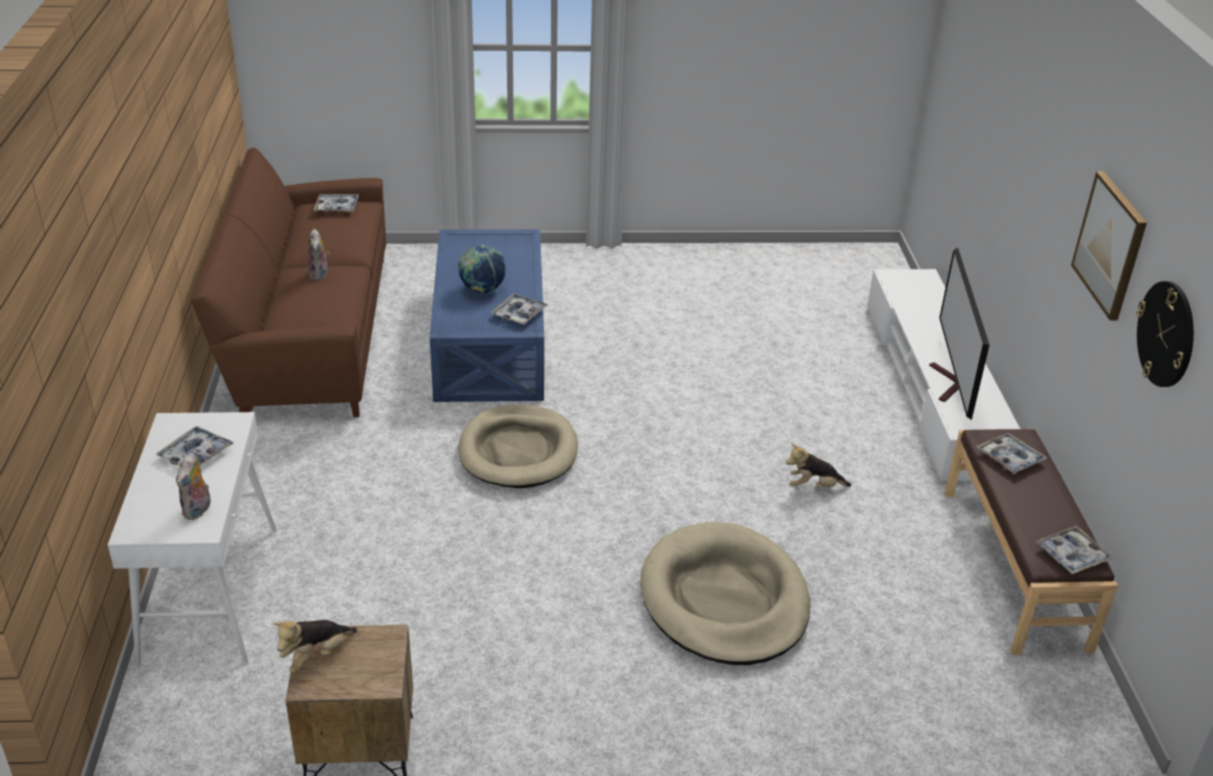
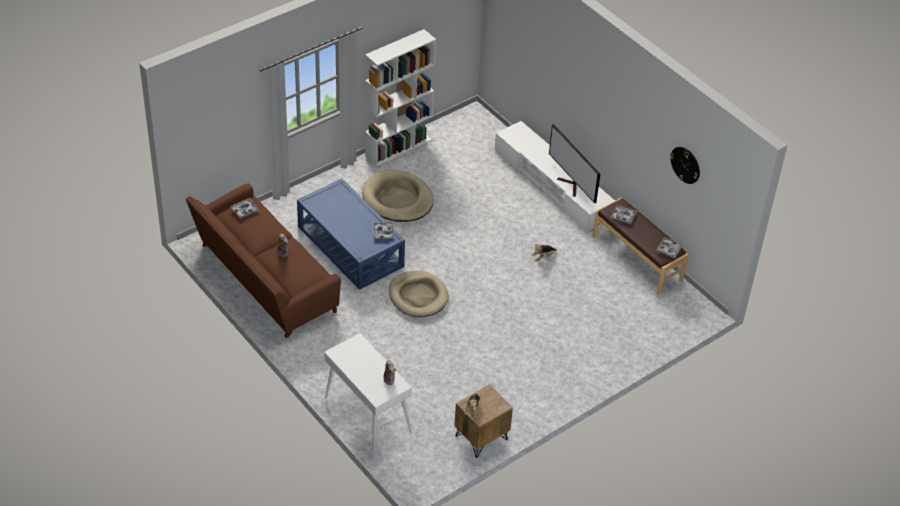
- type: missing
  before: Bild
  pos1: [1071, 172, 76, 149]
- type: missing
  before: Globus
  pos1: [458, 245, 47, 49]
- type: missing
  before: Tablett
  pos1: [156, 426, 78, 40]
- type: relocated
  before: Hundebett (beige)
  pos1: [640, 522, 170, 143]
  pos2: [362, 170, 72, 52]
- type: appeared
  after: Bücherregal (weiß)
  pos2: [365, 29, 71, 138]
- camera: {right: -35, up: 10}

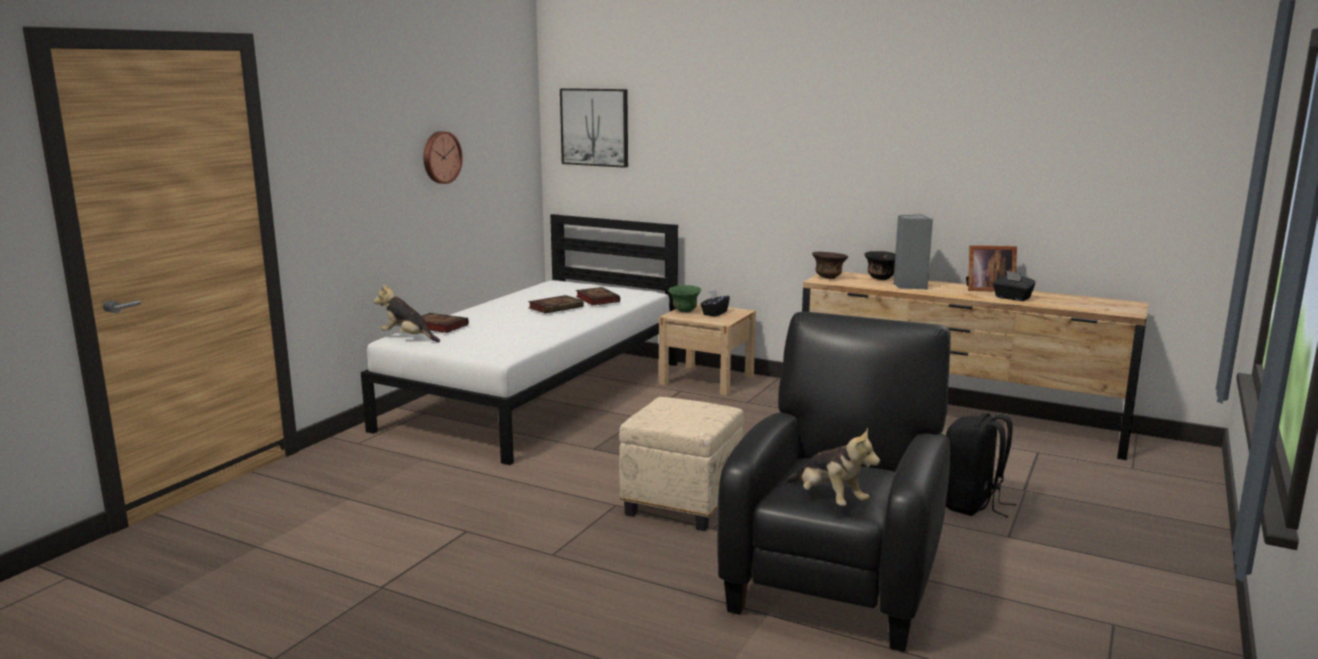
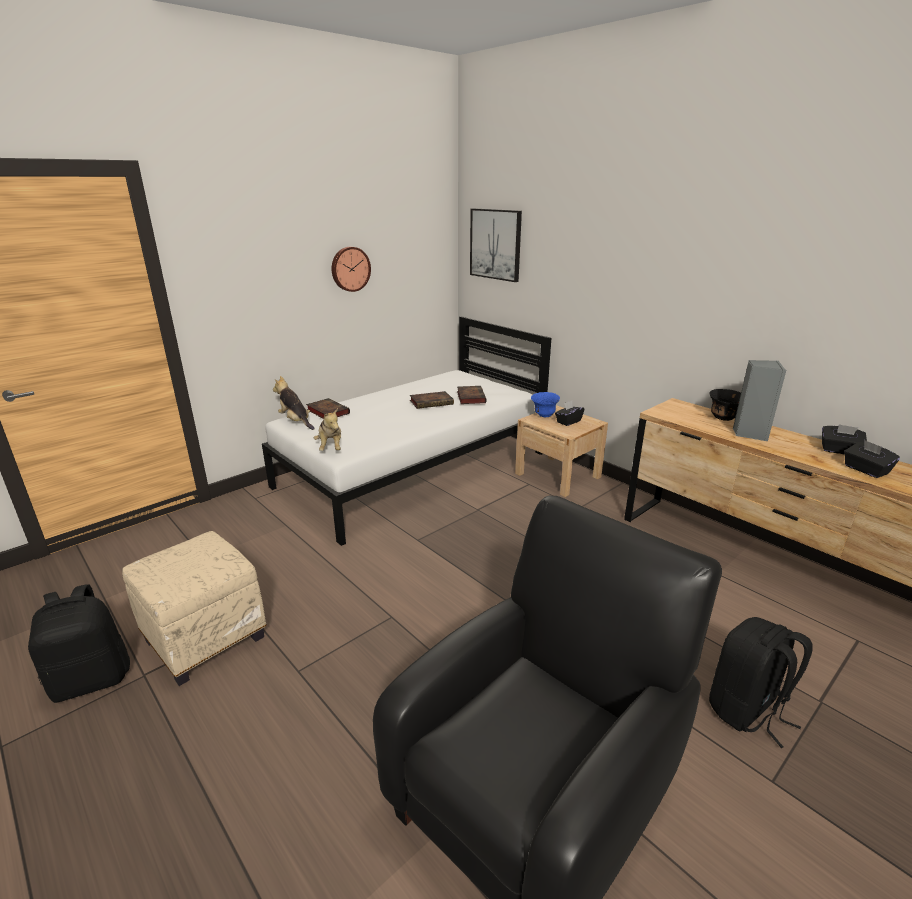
- type: exchanged
  before: Bilderrahmen
  after: Taschentuchbox (schwarz)
  pos1: [966, 245, 51, 47]
  pos2: [822, 424, 45, 30]
- type: missing
  before: Schüssel (braun)
  pos1: [812, 252, 36, 27]
- type: colour
  before: Schüssel (grün)
  after: Schüssel (blau)
  pos1: [668, 285, 33, 27]
  pos2: [531, 392, 29, 25]
- type: relocated
  before: Polsterhocker (beige)
  pos1: [619, 397, 125, 134]
  pos2: [122, 531, 144, 155]
- type: relocated
  before: Plüschtier
  pos1: [786, 428, 94, 78]
  pos2: [314, 408, 27, 43]
- type: appeared
  after: Rucksack (schwarz)
  pos2: [28, 584, 102, 119]
- camera: {right: 20, up: 10}

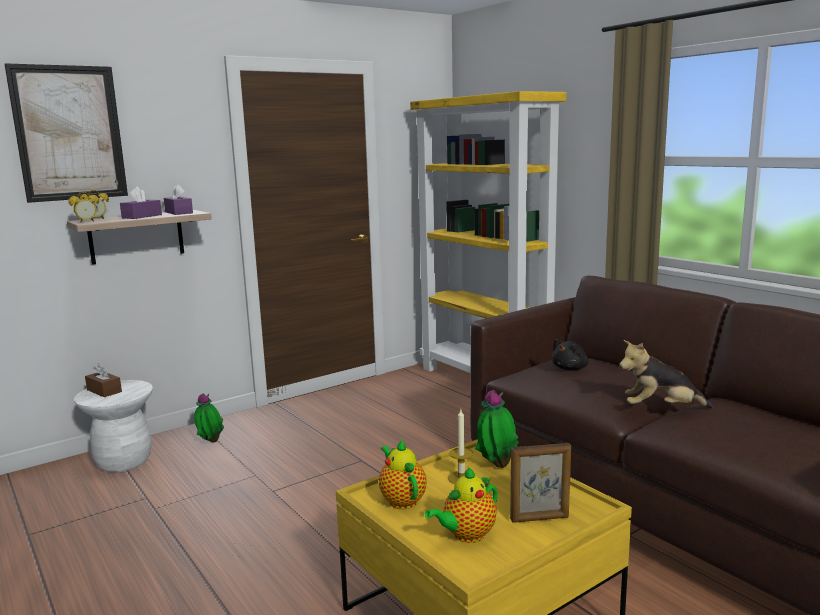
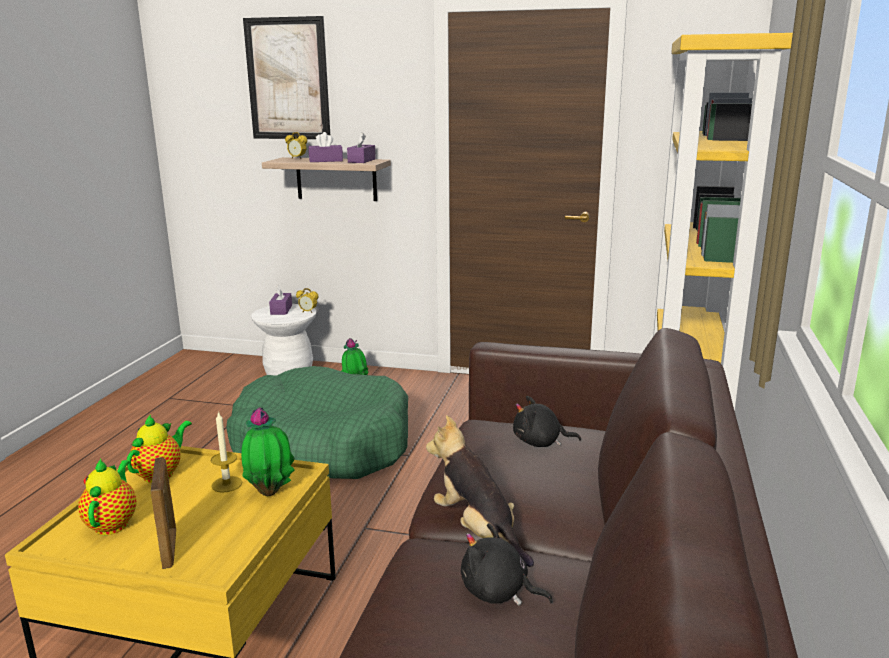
- type: relocated
  before: Wecker
  pos1: [68, 192, 31, 31]
  pos2: [296, 288, 22, 25]
- type: colour
  before: Taschentuchbox (braun)
  after: Taschentuchbox (lila)
  pos1: [85, 363, 37, 34]
  pos2: [269, 285, 23, 30]
- type: spun
  before: Bilderrahmen
  pos1: [510, 443, 61, 80]
  pos2: [150, 457, 26, 112]
  turn: -150
- type: spun
  before: Teekanne
  pos1: [424, 467, 74, 76]
  pos2: [78, 459, 59, 76]
  turn: 75
- type: appeared
  after: Hundebett (grün)
  pos2: [226, 366, 182, 113]
- type: appeared
  after: Plüschtier (schwarz)
  pos2: [461, 523, 92, 83]
- camera: {right: 50, up: 5}

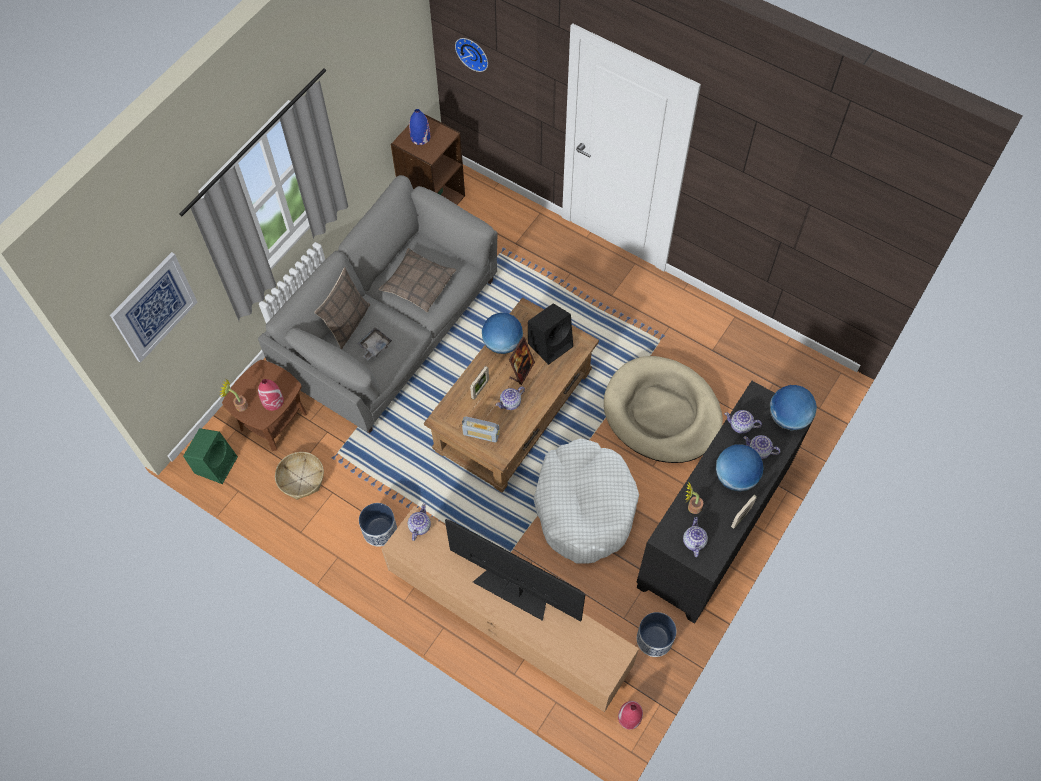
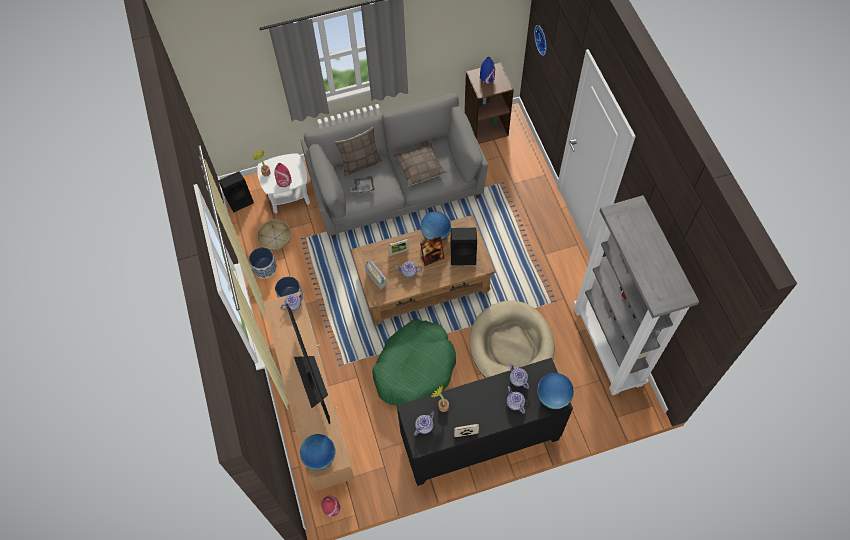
- type: missing
  before: Bild
  pos1: [110, 252, 87, 111]
- type: colour
  before: Beistelltisch (braun)
  after: Beistelltisch (weiß)
  pos1: [222, 360, 85, 91]
  pos2: [257, 153, 53, 61]
- type: colour
  before: Lautsprecher (grün)
  after: Lautsprecher (schwarz)
  pos1: [183, 428, 55, 56]
  pos2: [219, 171, 35, 41]
- type: colour
  before: Hundebett (weiß)
  after: Hundebett (grün)
  pos1: [533, 439, 106, 125]
  pos2: [372, 320, 84, 85]
- type: relocated
  before: Globus
  pos1: [716, 445, 48, 47]
  pos2: [300, 434, 36, 36]
- type: relocated
  before: Pflanzkübel
  pos1: [637, 612, 39, 45]
  pos2: [249, 247, 28, 32]
- type: appeared
  after: Bücherregal (grau)
  pos2: [573, 195, 126, 200]
- camera: {right: 40, up: 0}

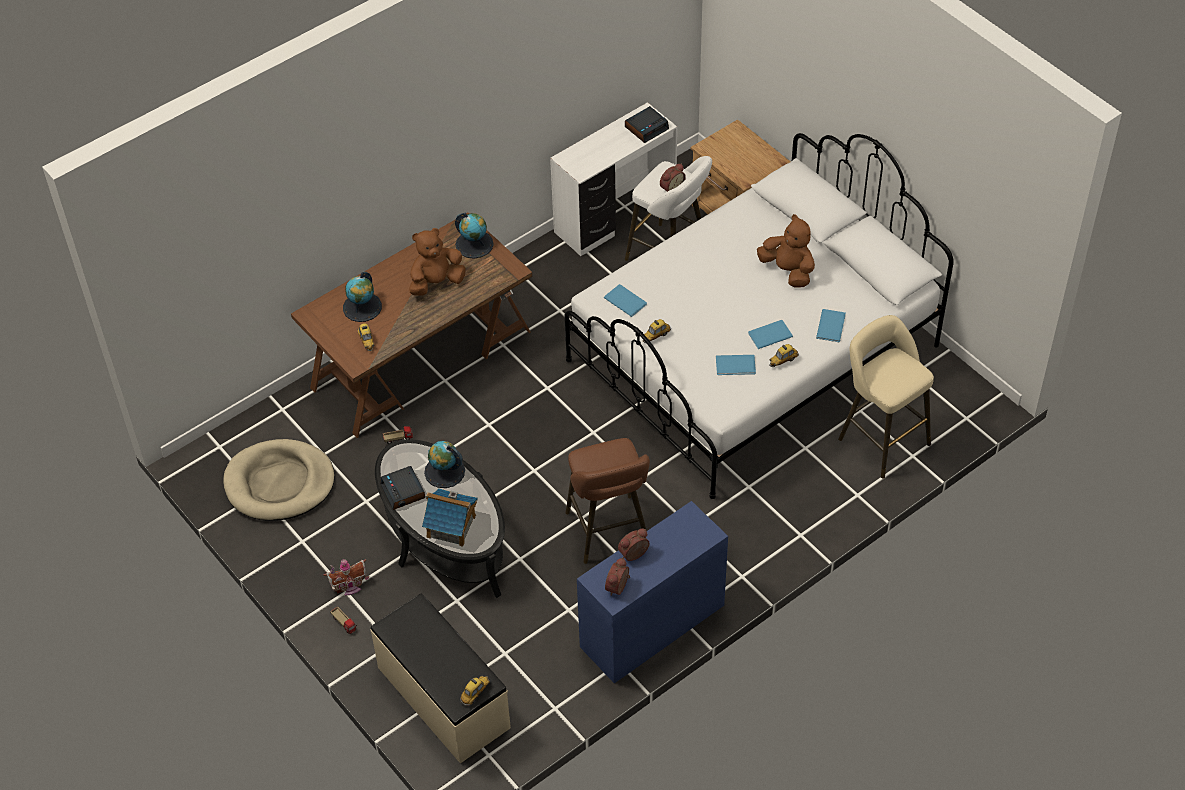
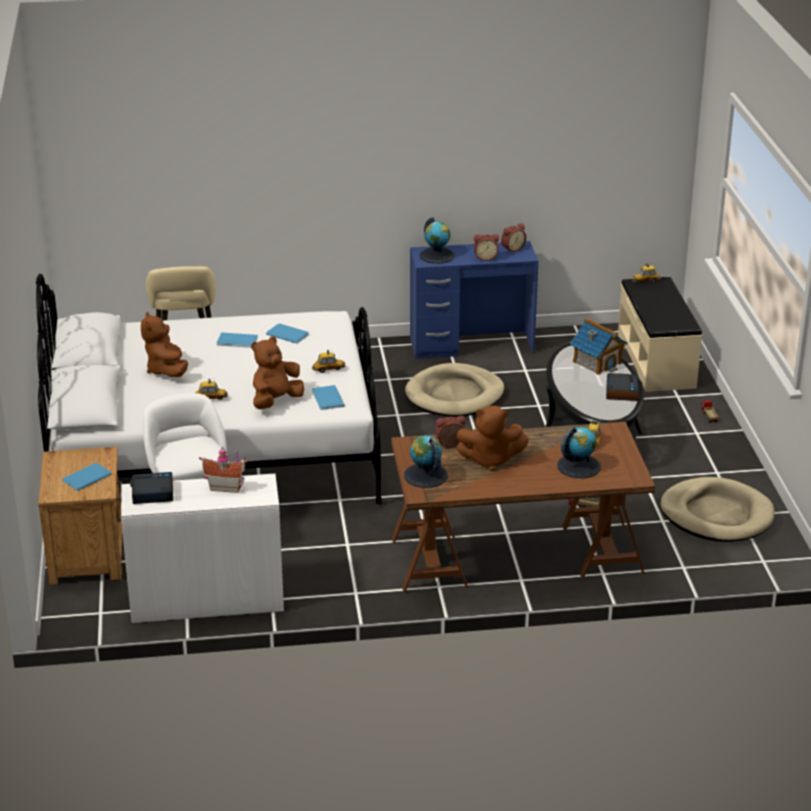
- type: relocated
  before: Wecker
  pos1: [660, 163, 26, 29]
  pos2: [435, 416, 31, 32]
- type: relocated
  before: Buch (blau)
  pos1: [816, 309, 30, 33]
  pos2: [62, 463, 50, 28]
- type: relocated
  before: Spielzeugauto
  pos1: [769, 344, 30, 23]
  pos2: [195, 379, 33, 21]
- type: exchanged
  before: Hocker (braun)
  after: Hundebett (beige)
  pos1: [565, 438, 85, 126]
  pos2: [405, 363, 99, 54]
- type: relocated
  before: Globus
  pos1: [424, 441, 41, 47]
  pos2: [419, 217, 36, 47]
- type: relocated
  before: Spielzeughaus
  pos1: [323, 559, 46, 37]
  pos2: [199, 446, 49, 47]
- type: appeared
  after: Plüschtier (braun)
  pos2: [252, 336, 52, 73]
- camera: {right: -150, up: -20}

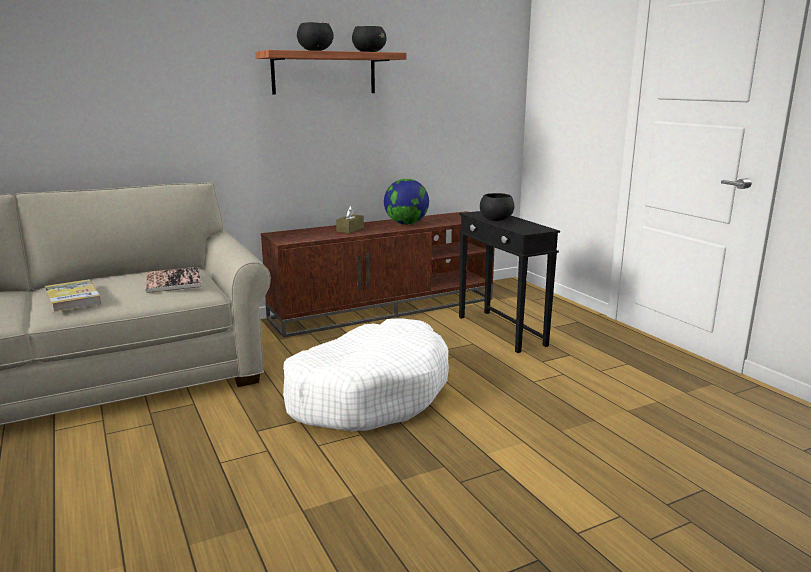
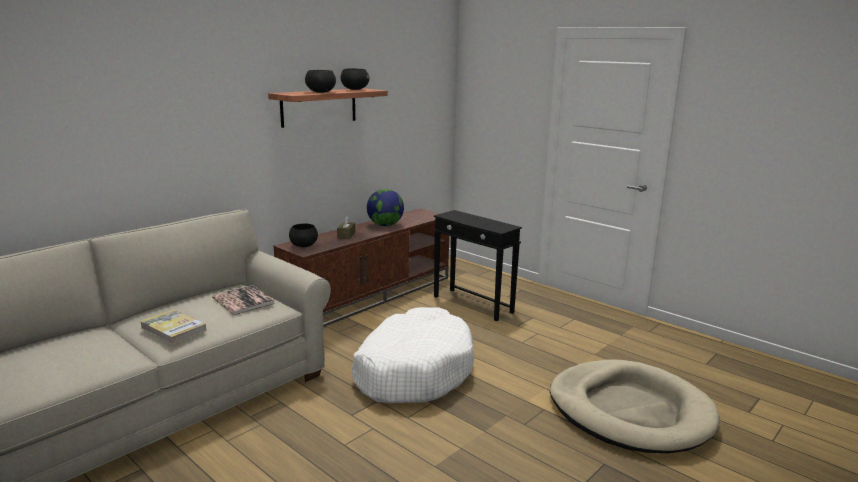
- type: relocated
  before: Schüssel (schwarz)
  pos1: [480, 193, 35, 28]
  pos2: [289, 223, 29, 24]
- type: appeared
  after: Hundebett (beige)
  pos2: [550, 359, 169, 94]
- camera: {right: -20, up: 0}

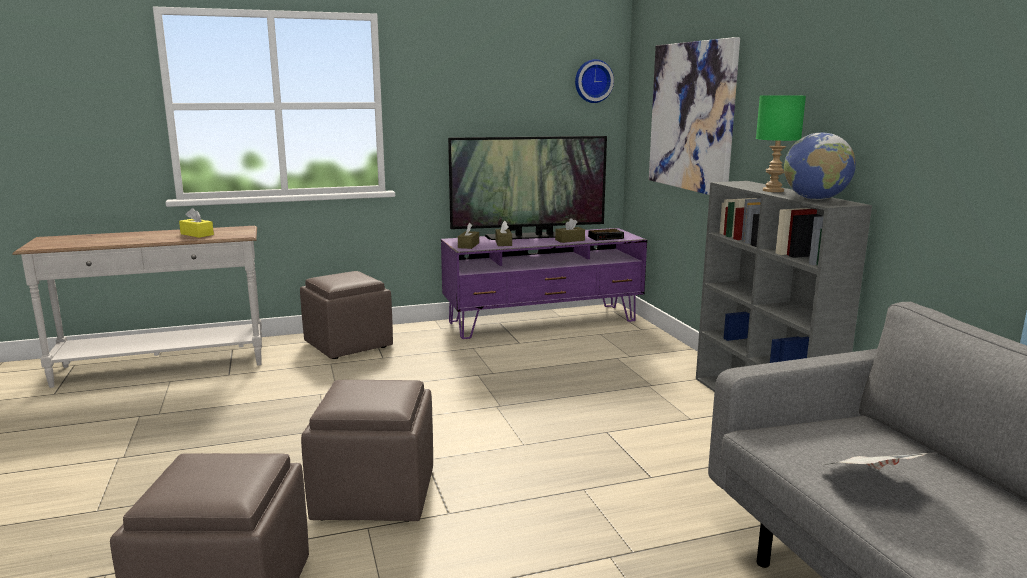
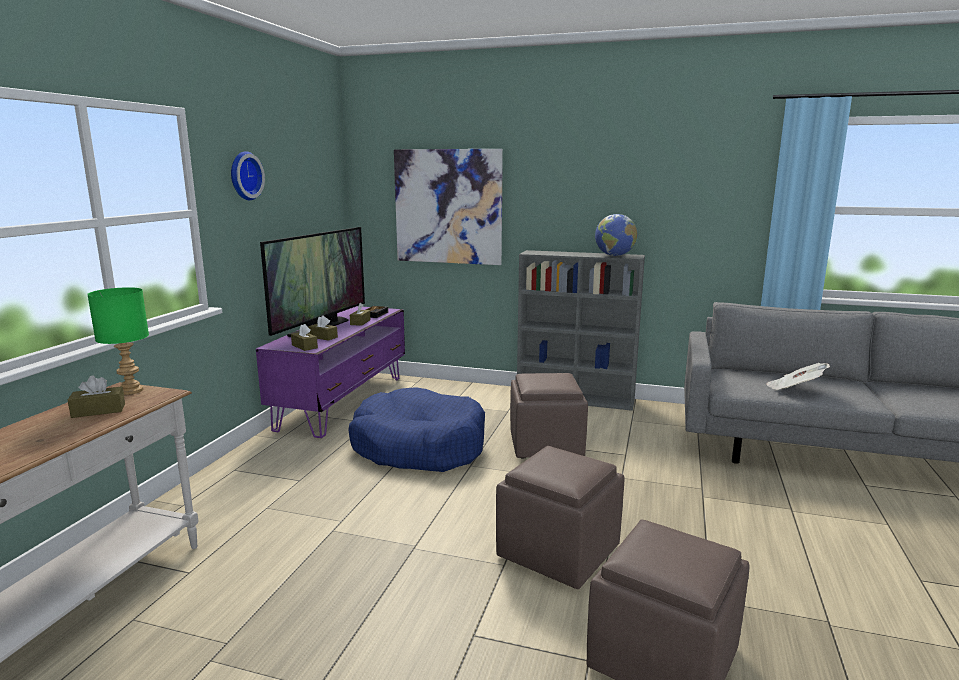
- type: relocated
  before: Wanduhr
  pos1: [575, 59, 39, 44]
  pos2: [231, 151, 34, 49]
- type: relocated
  before: Tischlampe (grün)
  pos1: [756, 95, 50, 97]
  pos2: [87, 287, 62, 108]
- type: colour
  before: Taschentuchbox (gelb)
  after: Taschentuchbox (braun)
  pos1: [179, 208, 35, 30]
  pos2: [68, 375, 57, 43]
- type: relocated
  before: Polsterhocker (braun)
  pos1: [300, 271, 93, 88]
  pos2: [510, 373, 78, 86]
- type: appeared
  after: Hundebett (blau)
  pos2: [348, 387, 137, 85]
- camera: {right: -55, up: 0}

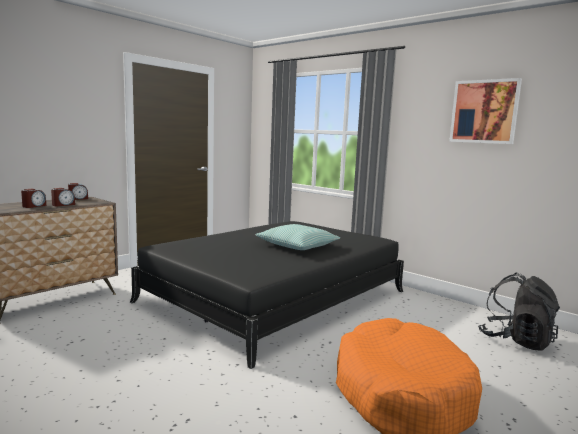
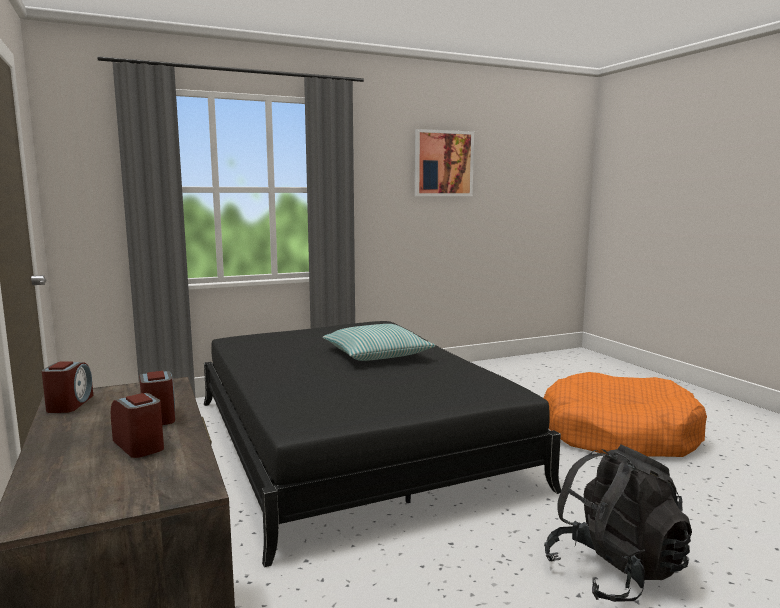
- type: relocated
  before: Rucksack (schwarz)
  pos1: [478, 272, 82, 79]
  pos2: [544, 445, 148, 157]
- camera: {right: -65, up: 0}

